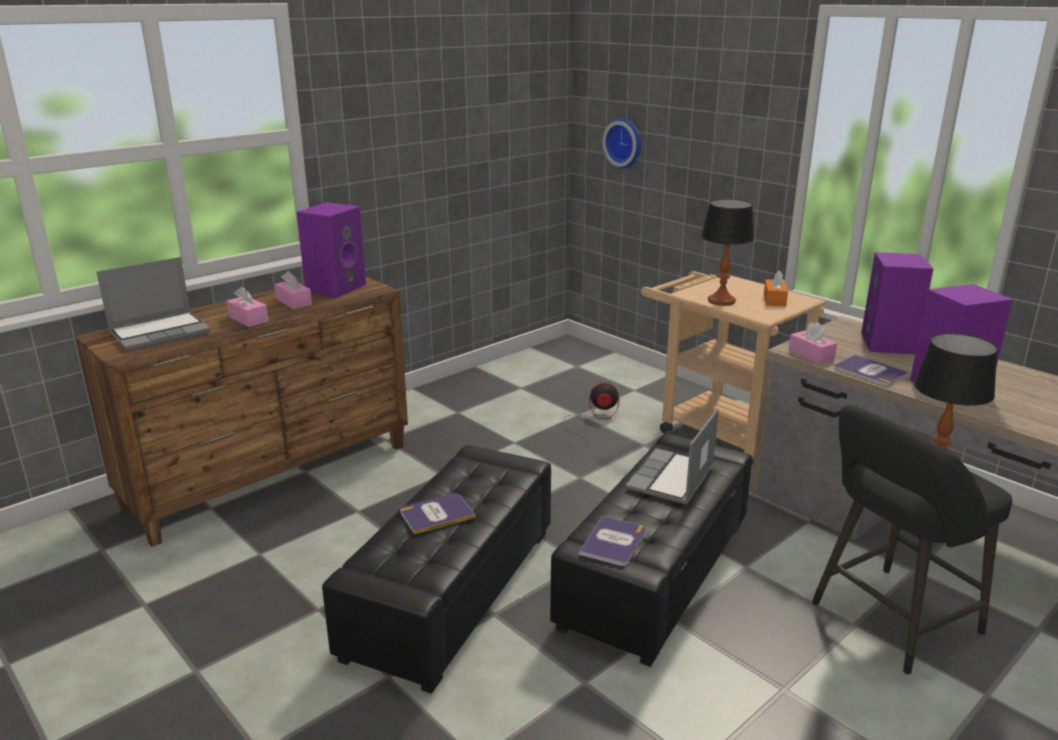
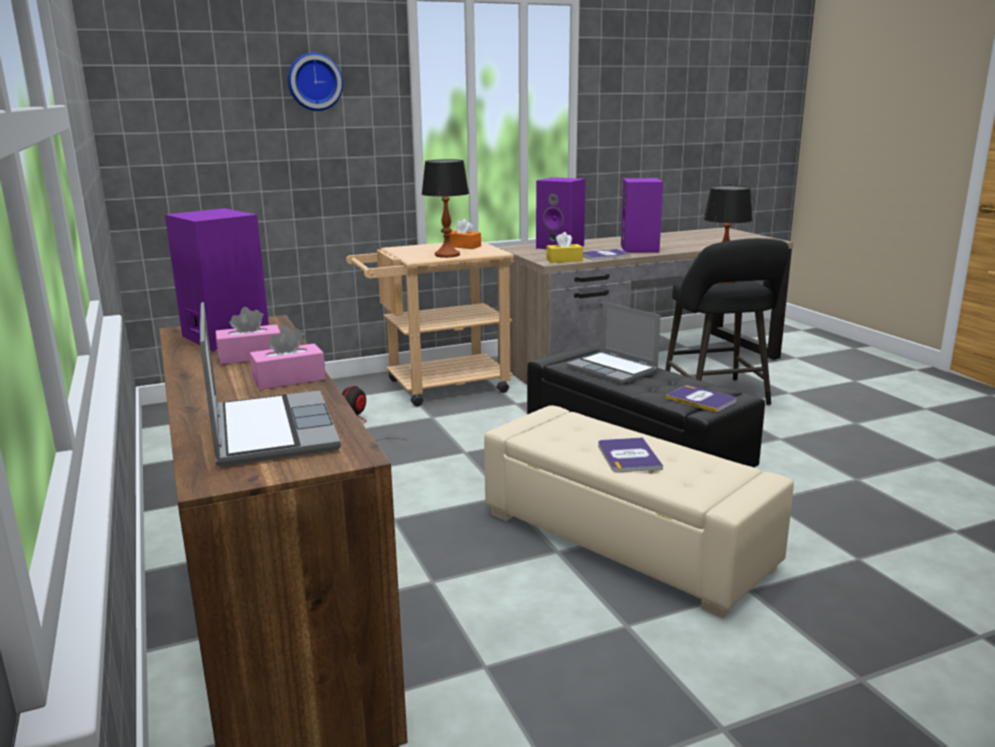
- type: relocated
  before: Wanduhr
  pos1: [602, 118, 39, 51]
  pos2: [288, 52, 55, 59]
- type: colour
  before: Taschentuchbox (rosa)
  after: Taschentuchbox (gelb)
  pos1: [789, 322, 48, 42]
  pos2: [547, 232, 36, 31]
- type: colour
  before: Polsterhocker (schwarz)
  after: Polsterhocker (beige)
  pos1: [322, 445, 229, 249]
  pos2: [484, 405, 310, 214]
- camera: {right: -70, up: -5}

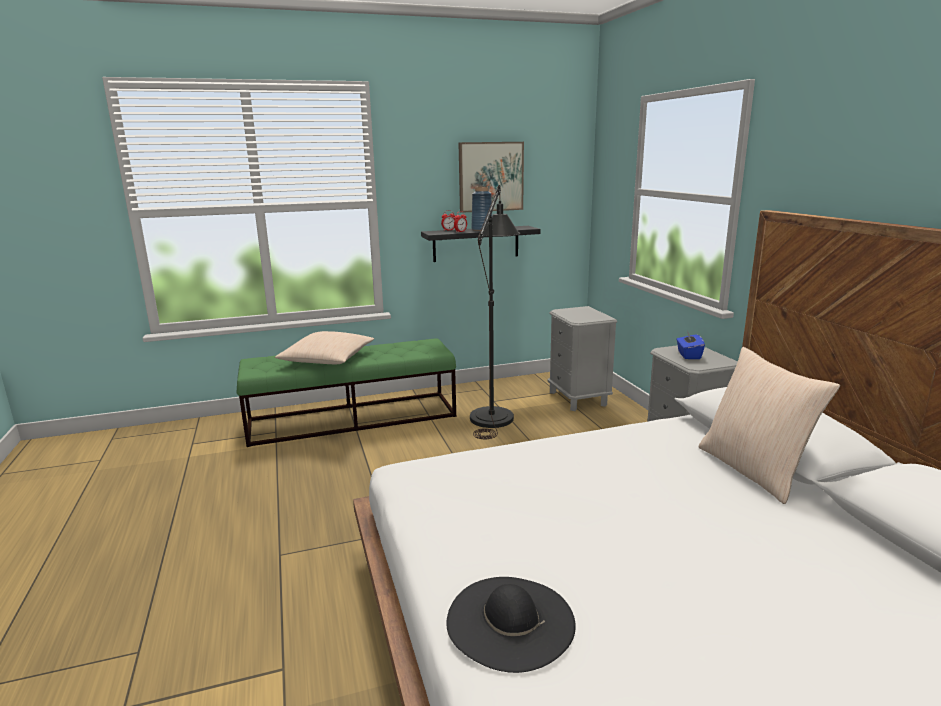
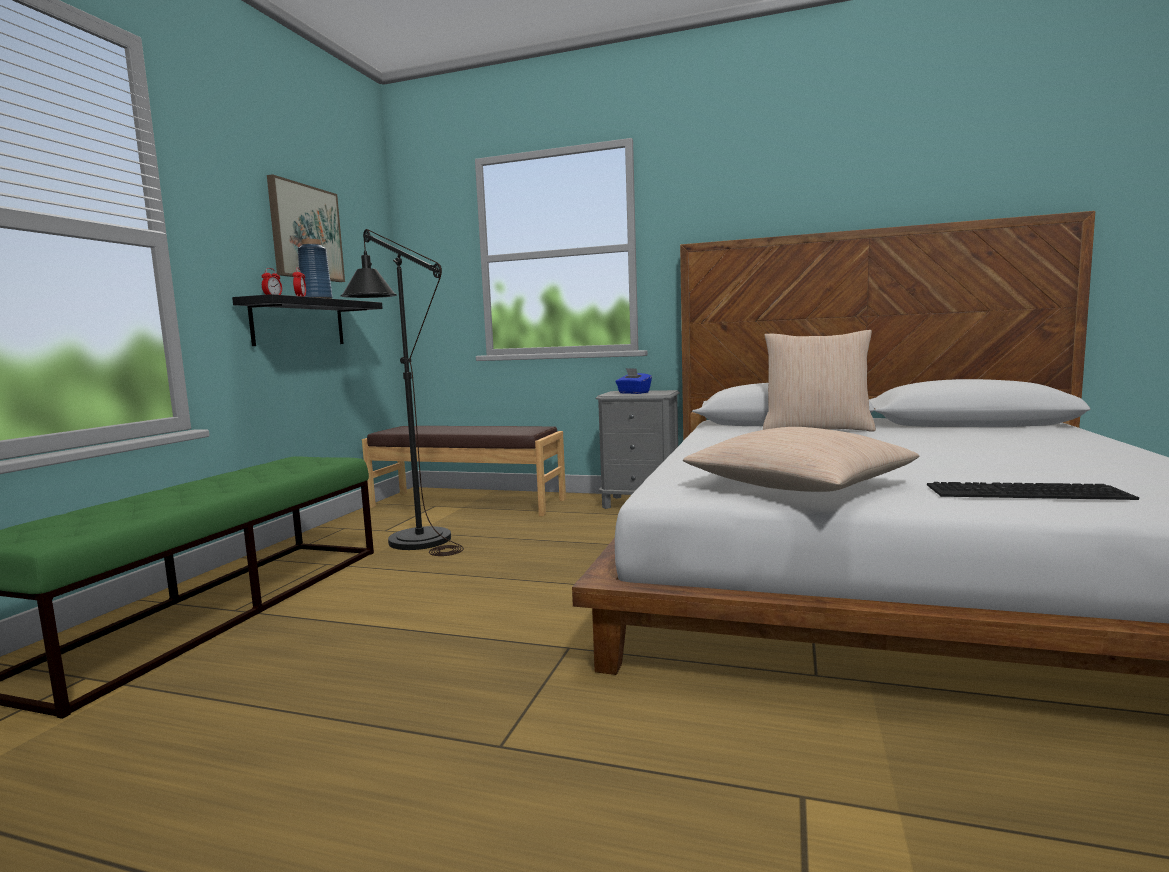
- type: exchanged
  before: Nachttisch (grau)
  after: Bank (braun)
  pos1: [548, 306, 69, 105]
  pos2: [362, 426, 204, 90]
- type: relocated
  before: Kissen (beige)
  pos1: [275, 331, 99, 33]
  pos2: [683, 427, 236, 65]
- type: exchanged
  before: Hut (schwarz)
  after: Tastatur
  pos1: [446, 577, 130, 96]
  pos2: [927, 482, 212, 18]
- camera: {right: -55, up: -10}

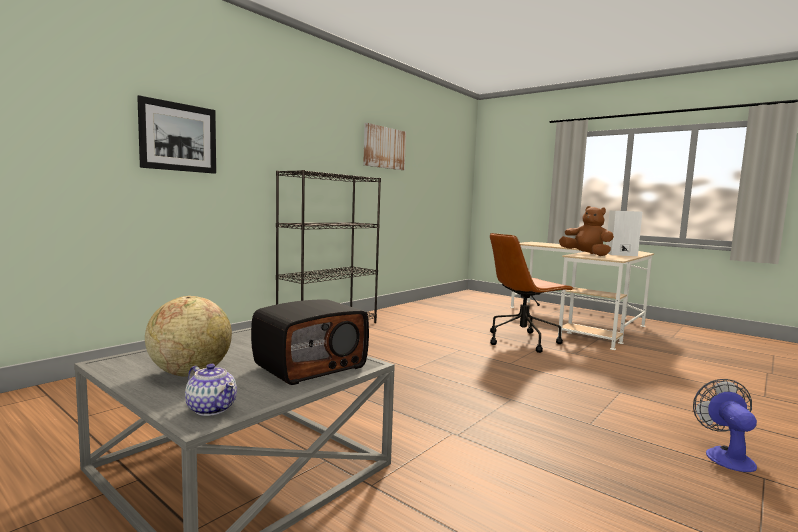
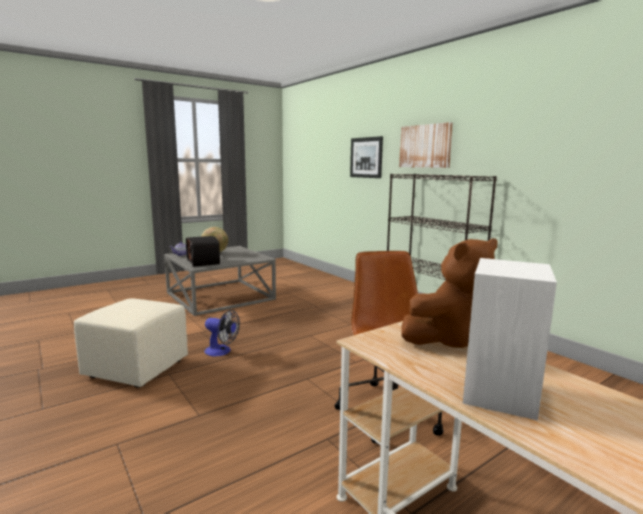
- type: relocated
  before: Bild
  pos1: [363, 123, 43, 47]
  pos2: [399, 122, 54, 46]
- type: relocated
  before: Ventilator
  pos1: [693, 379, 64, 93]
  pos2: [204, 310, 36, 46]
- type: appeared
  after: Polsterhocker (beige)
  pos2: [74, 299, 114, 88]
- camera: {right: 105, up: 5}

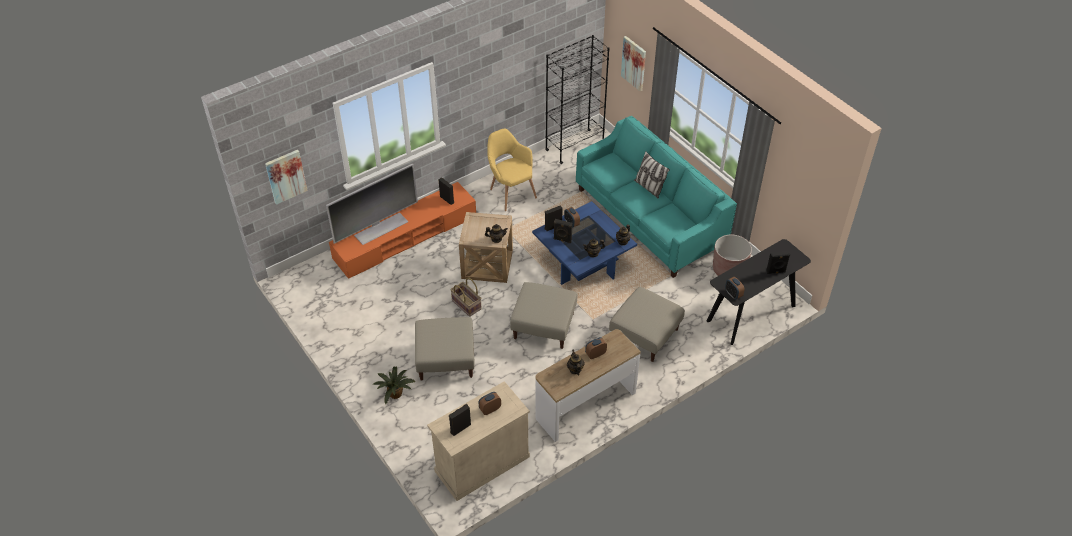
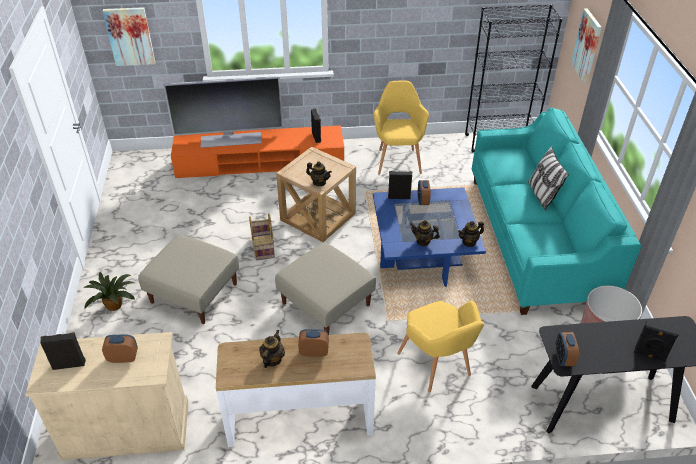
- type: missing
  before: Lautsprecher (schwarz)
  pos1: [554, 219, 18, 24]
- type: exchanged
  before: Polsterhocker (beige)
  after: Sessel (gelb)
  pos1: [609, 287, 76, 75]
  pos2: [397, 301, 87, 91]
- camera: {right: 30, up: -5}

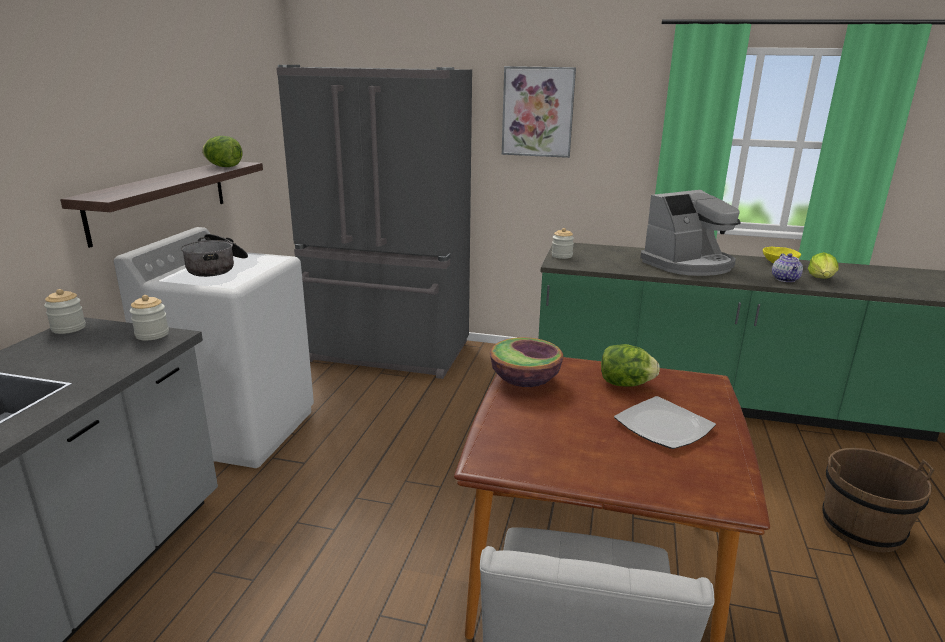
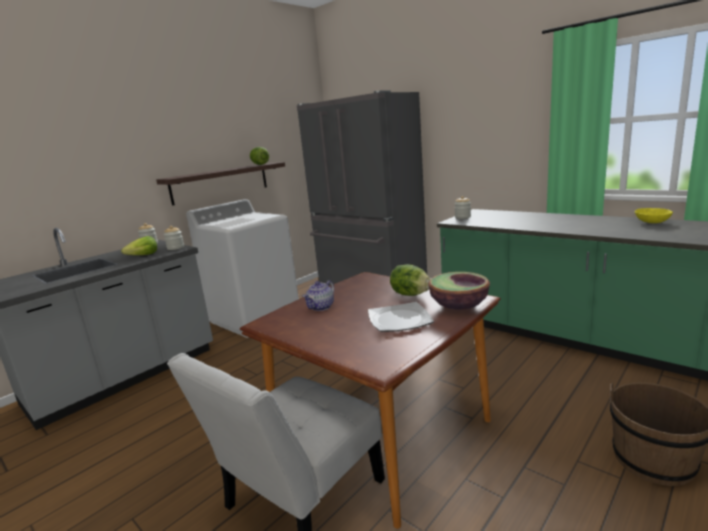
- type: missing
  before: Bild
  pos1: [502, 66, 74, 92]
- type: missing
  before: Kaffeemaschine
  pos1: [640, 190, 101, 86]
- type: missing
  before: Kochtopf
  pos1: [181, 234, 67, 43]
- type: relocated
  before: Salatkopf
  pos1: [808, 252, 31, 26]
  pos2: [121, 236, 36, 19]
- type: relocated
  before: Teekanne
  pos1: [772, 253, 31, 29]
  pos2: [302, 280, 32, 31]
- type: relocated
  before: Schüssel
  pos1: [490, 337, 74, 50]
  pos2: [428, 272, 62, 38]
- camera: {right: 30, up: -5}

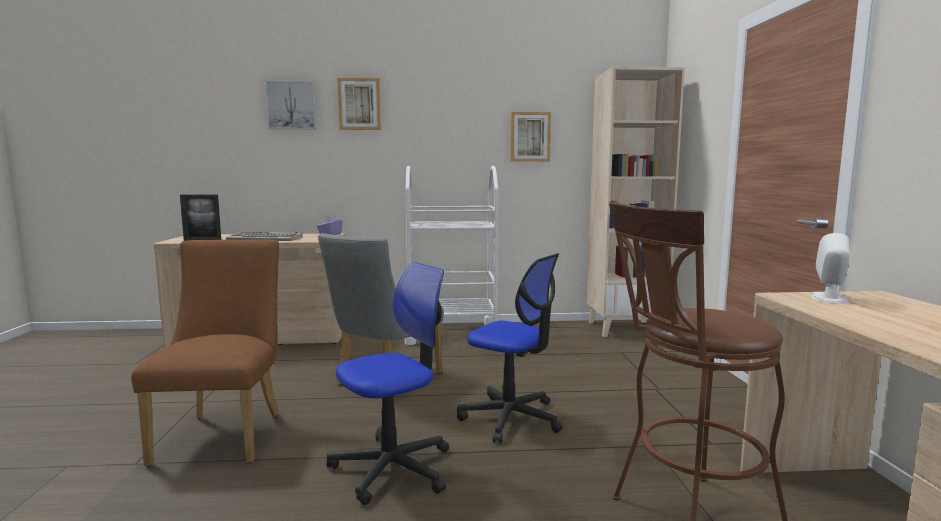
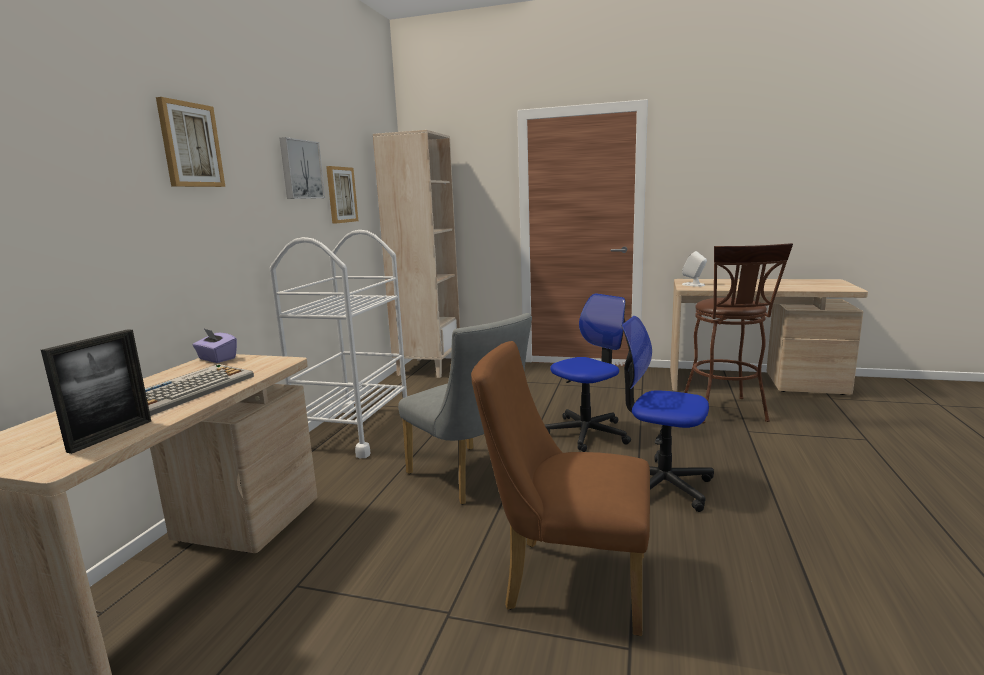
- type: relocated
  before: Bild
  pos1: [266, 81, 50, 48]
  pos2: [280, 137, 45, 62]
- type: spun
  before: Bürostuhl
  pos1: [326, 262, 123, 243]
  pos2: [622, 316, 92, 196]
  turn: -45
- camera: {right: -70, up: 5}

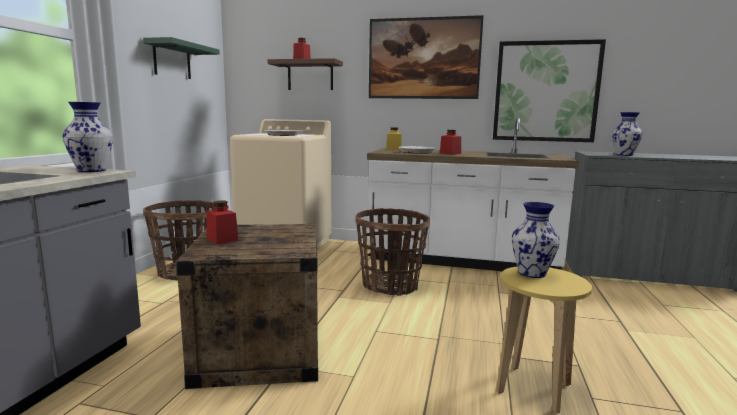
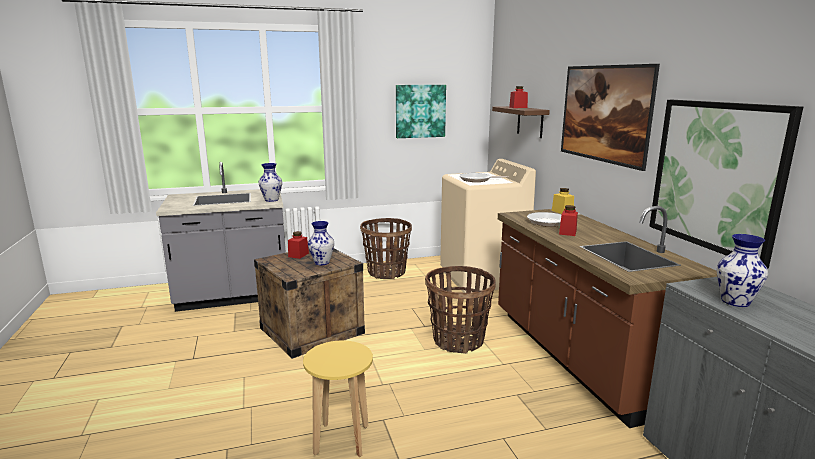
- type: exchanged
  before: Wandregal (grün)
  after: Bild
  pos1: [143, 37, 77, 42]
  pos2: [396, 85, 50, 53]
- type: colour
  before: Küchenzeile (weiß)
  after: Küchenzeile (braun)
  pos1: [367, 117, 212, 154]
  pos2: [498, 206, 219, 222]
- type: relocated
  before: Vase
  pos1: [512, 202, 48, 76]
  pos2: [308, 221, 26, 44]
- camera: {right: 60, up: 5}

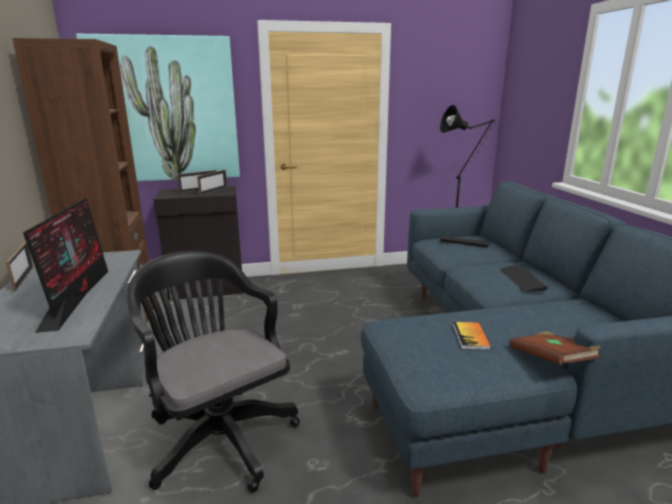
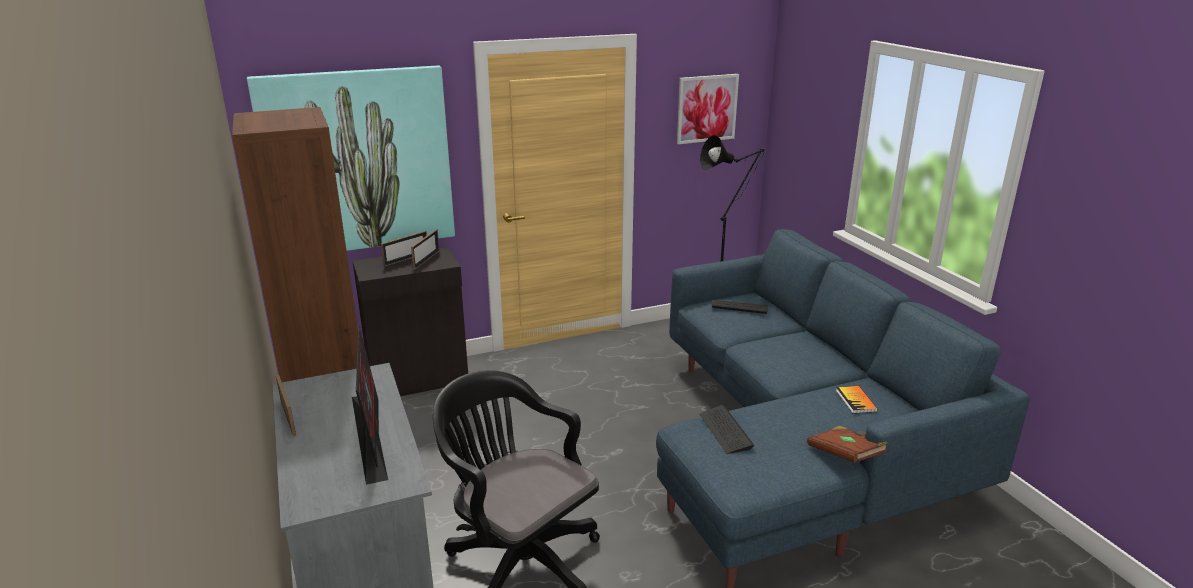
- type: relocated
  before: Tastatur
  pos1: [500, 264, 48, 28]
  pos2: [700, 405, 54, 49]
- type: relocated
  before: Buch
  pos1: [453, 322, 38, 28]
  pos2: [836, 386, 42, 27]
- type: appeared
  after: Bild
  pos2: [677, 74, 62, 70]
- camera: {right: -10, up: 5}

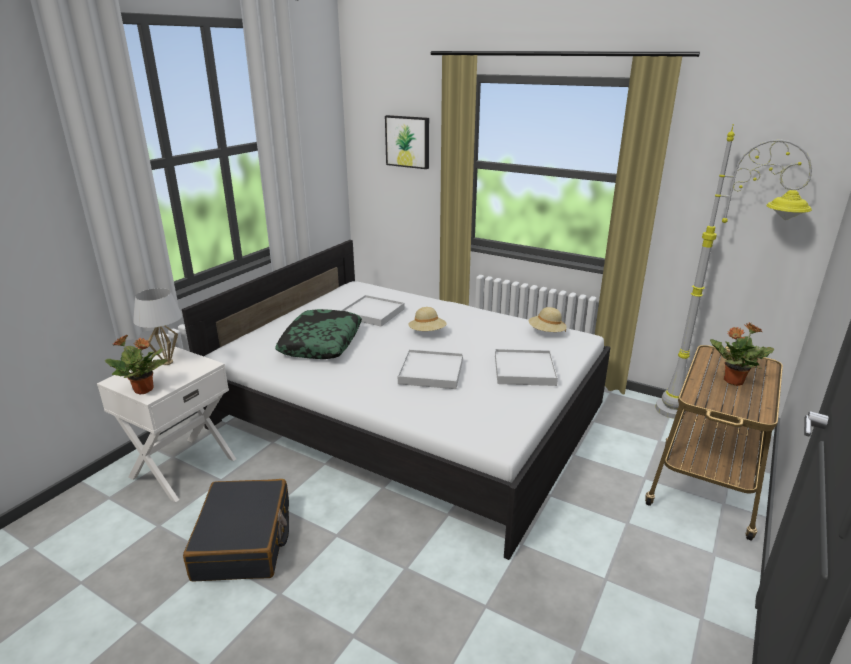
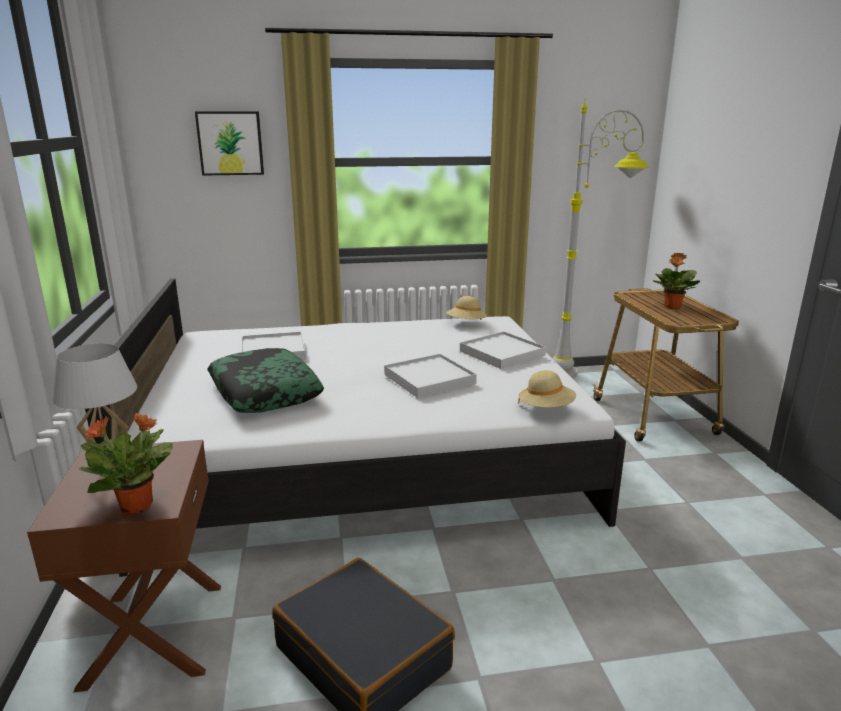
- type: relocated
  before: Hut (beige)
  pos1: [408, 307, 39, 24]
  pos2: [518, 370, 58, 37]
- type: colour
  before: Nachttisch (weiß)
  after: Nachttisch (braun)
  pos1: [97, 347, 139, 155]
  pos2: [27, 440, 194, 252]
- camera: {right: -40, up: -5}

